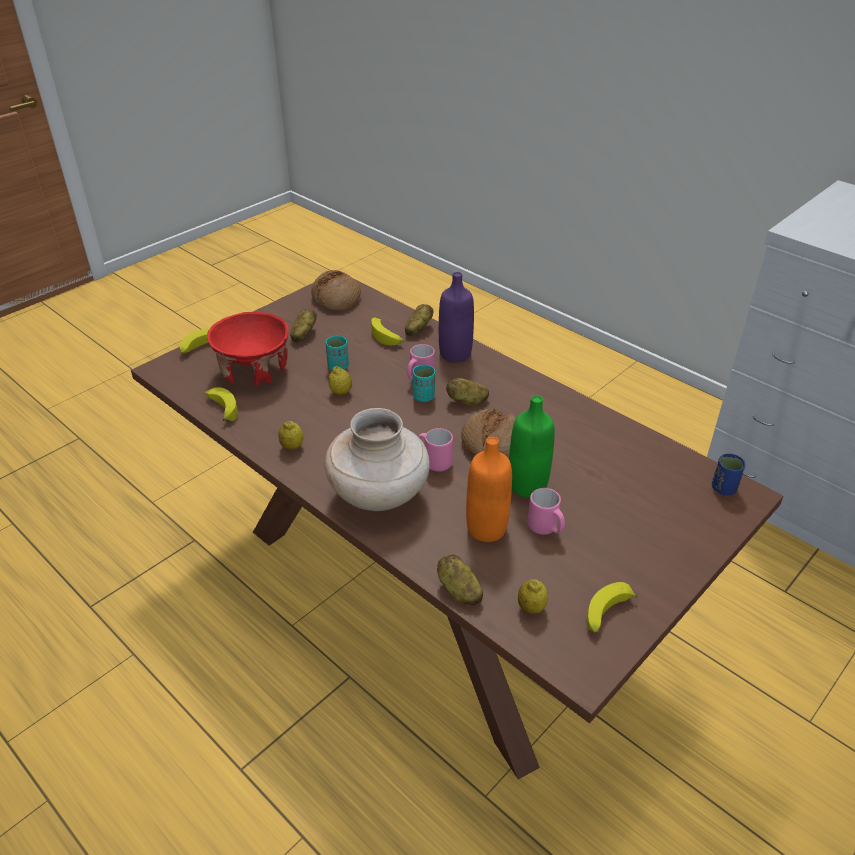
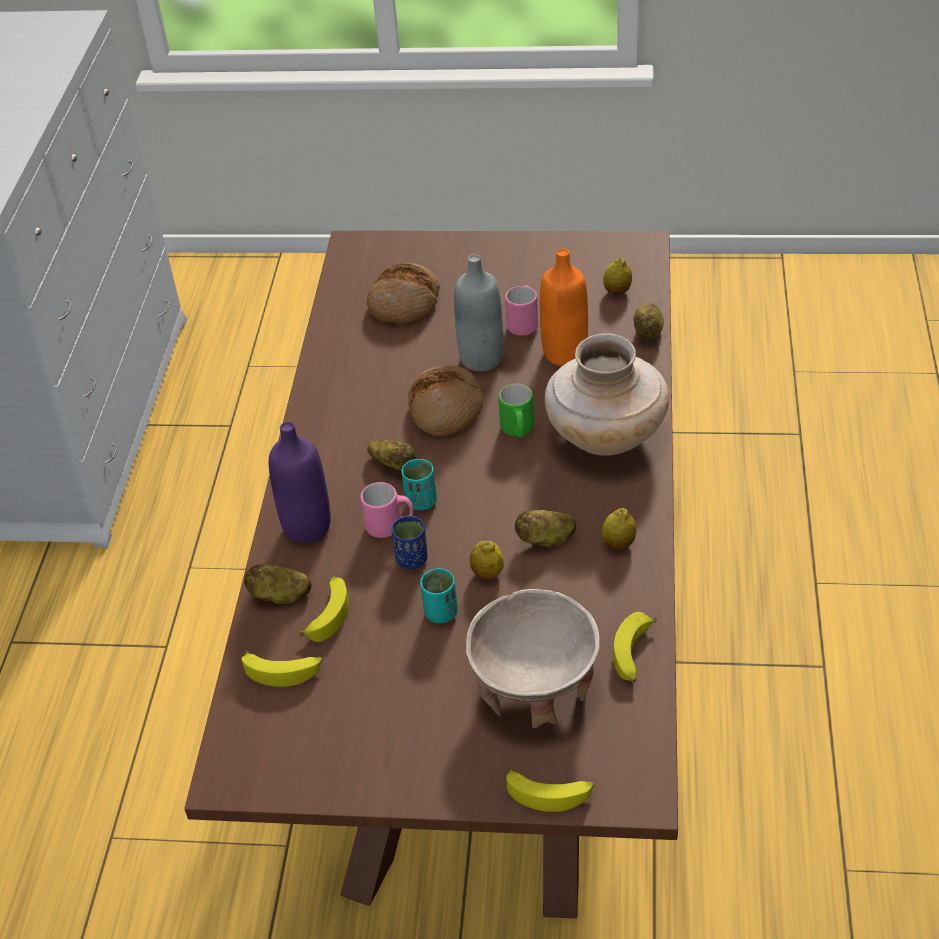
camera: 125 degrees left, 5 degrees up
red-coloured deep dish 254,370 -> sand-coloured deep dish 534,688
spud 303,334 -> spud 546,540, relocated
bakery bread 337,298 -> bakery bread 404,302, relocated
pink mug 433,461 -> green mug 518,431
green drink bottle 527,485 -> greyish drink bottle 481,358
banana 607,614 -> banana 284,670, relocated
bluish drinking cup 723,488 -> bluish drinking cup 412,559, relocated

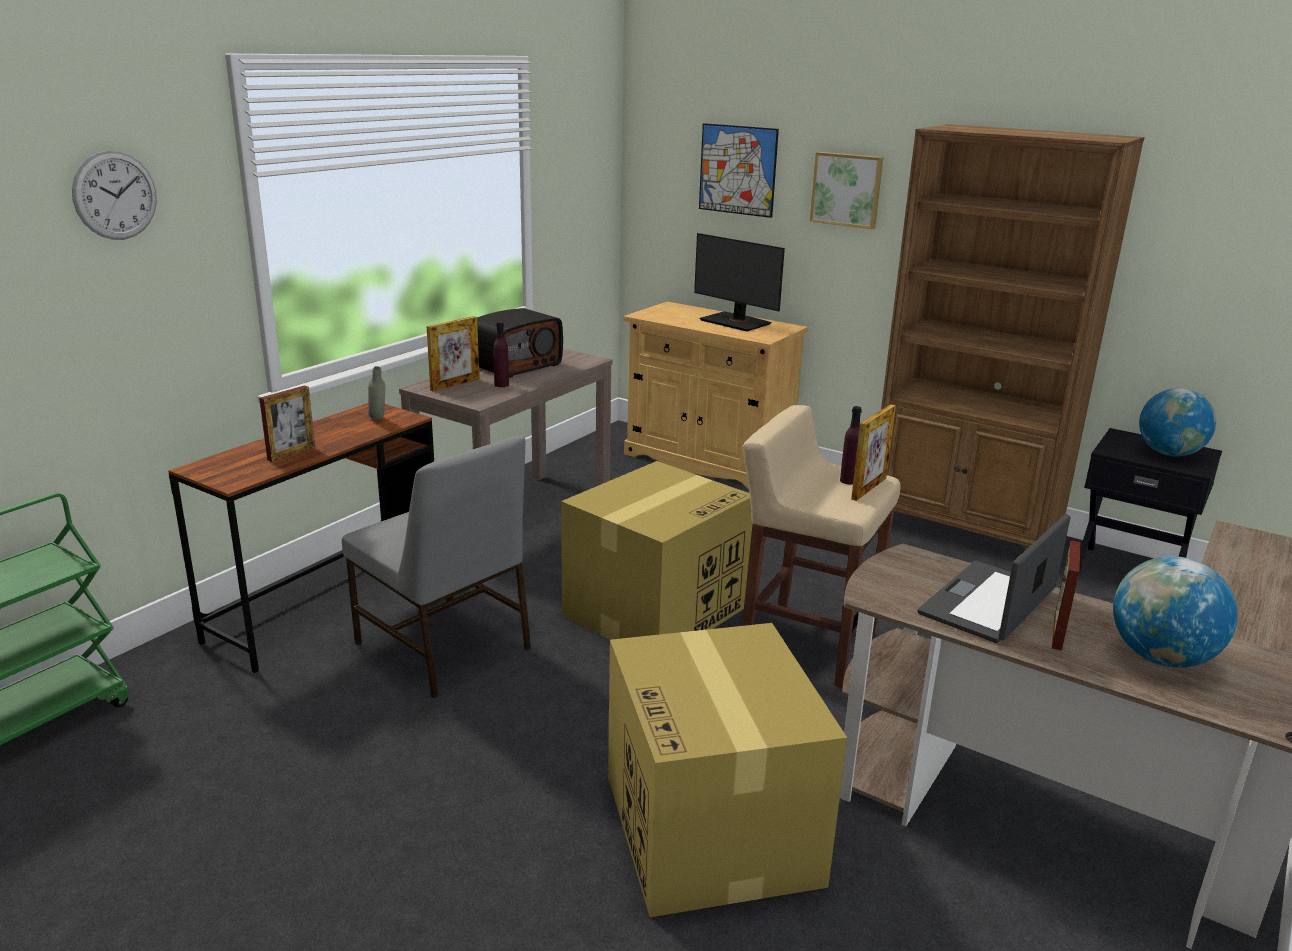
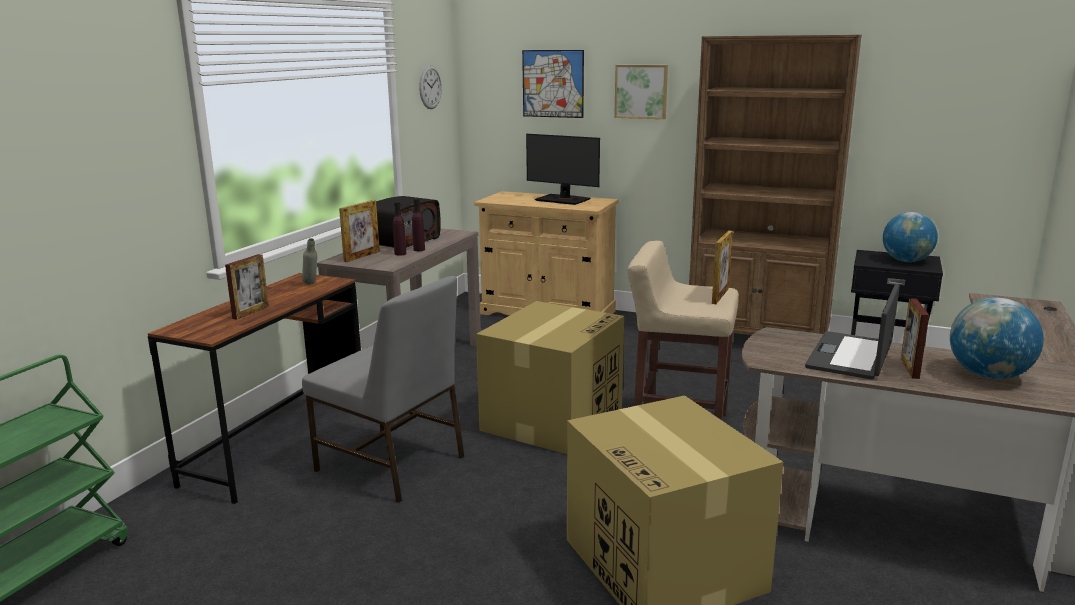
camera: 10 degrees left, 5 degrees down
clock on the wall 115,195 -> clock on the wall 430,87, relocated
purple-coloured drink bottle 848,481 -> purple-coloured drink bottle 419,249, relocated

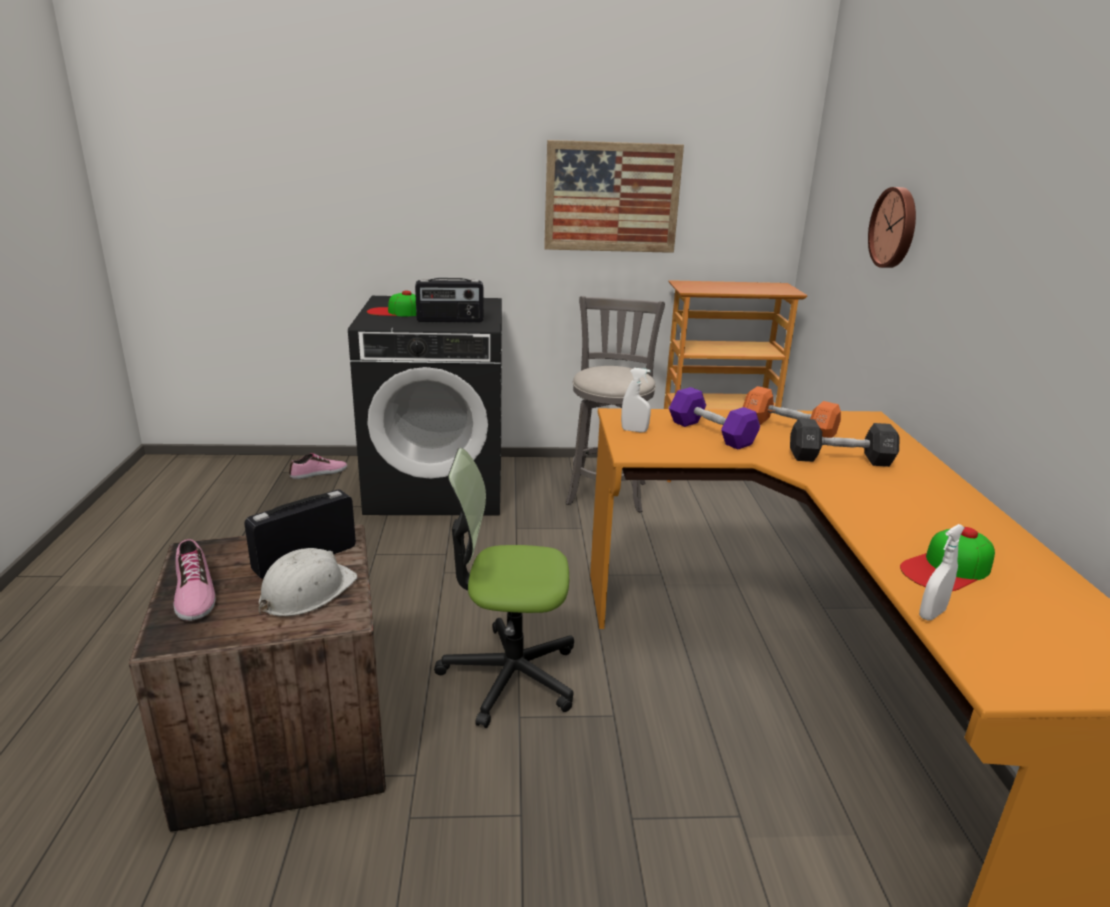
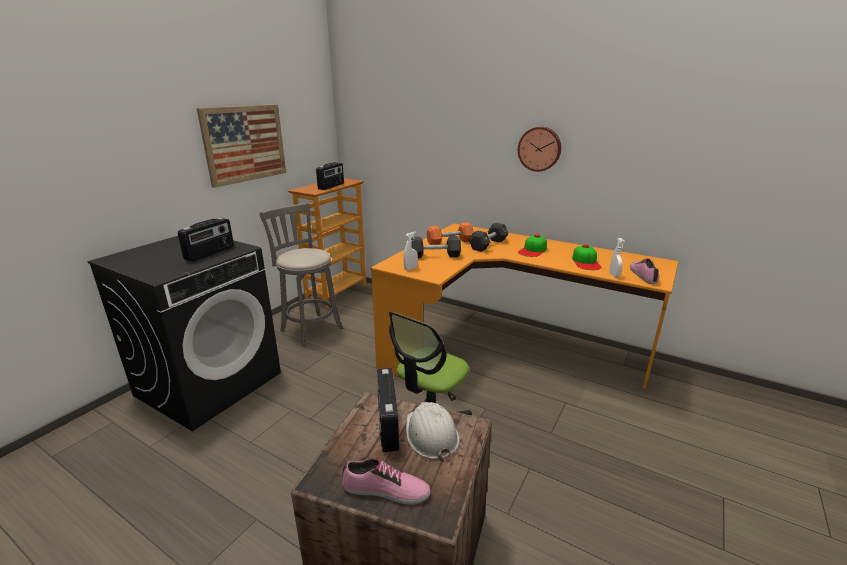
camera: 55 degrees left, 0 degrees up
item of footwear 319,473 -> item of footwear 643,275, relocated
baseball cap 395,312 -> baseball cap 533,250, relocated
purple-coloured free weight 711,433 -> black-coloured free weight 435,255
clock on the wall 895,228 -> clock on the wall 539,149, relocated
none -> radio set 331,186

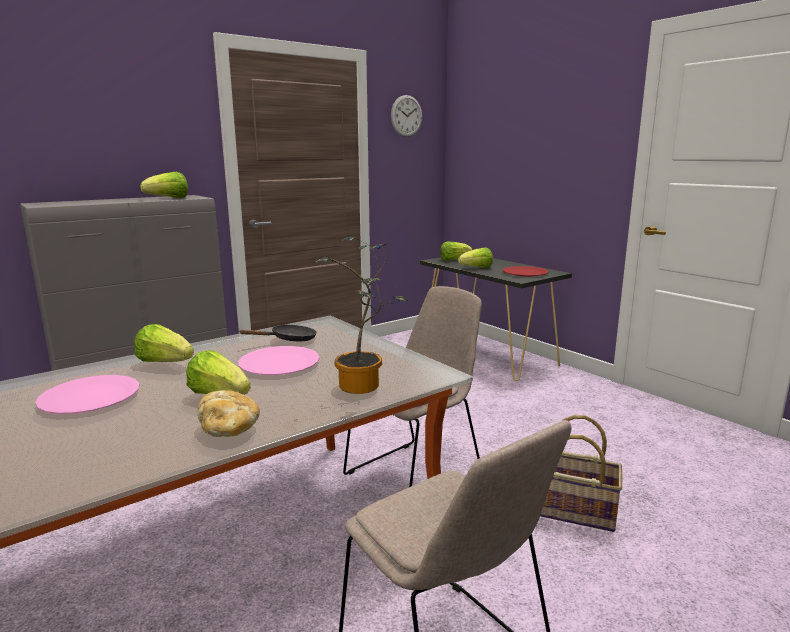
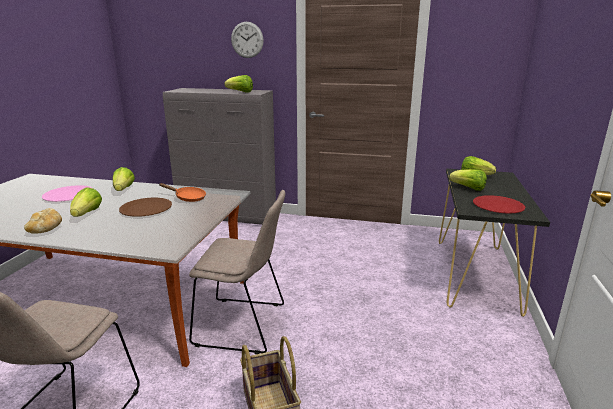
camera: 50 degrees right, 5 degrees up
pink dinner plate 279,363 -> brownish dinner plate 146,208
black-coloured skillet 289,340 -> orange-coloured skillet 187,198
potted plant 364,387 -> none
clock on the wall 406,116 -> clock on the wall 247,40, relocated

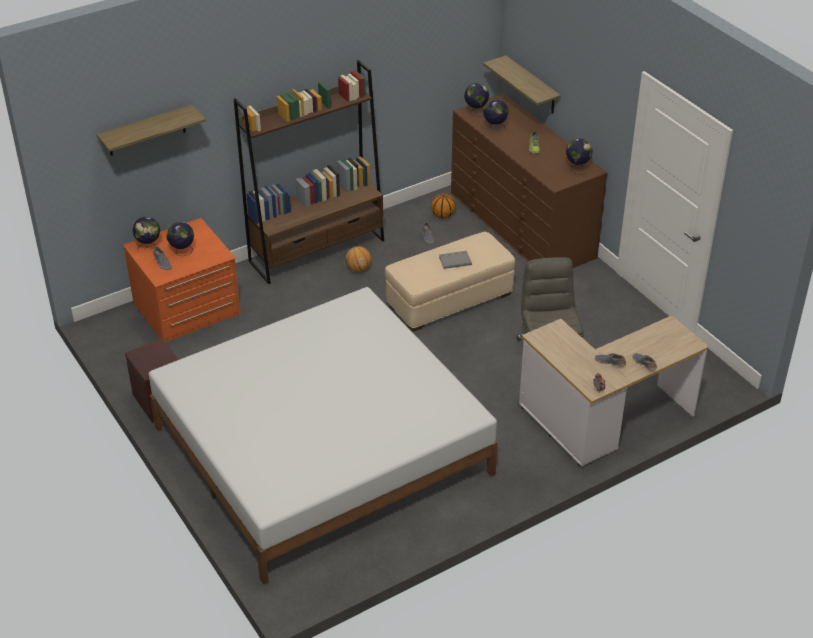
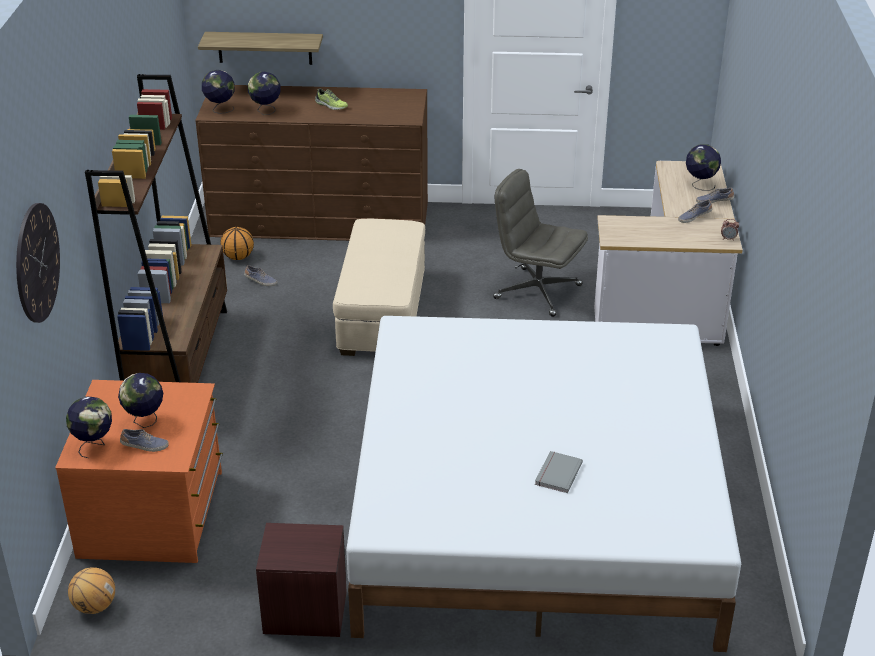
camera: 55 degrees left, 5 degrees down
bracket shelf 146,131 -> clock on the wall 37,262
basketball 358,269 -> basketball 94,606, relocated
greyish volume 454,260 -> greyish volume 557,473, relocated
desk globe 577,168 -> desk globe 700,185, relocated

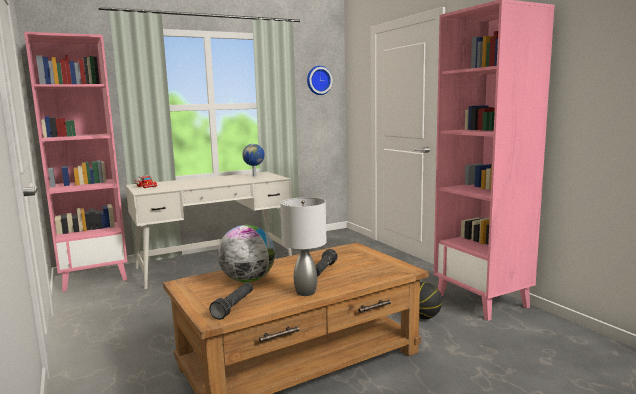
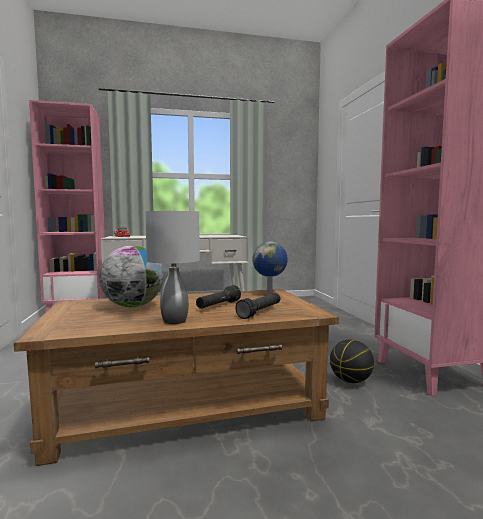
camera: 15 degrees right, 5 degrees down
black-coloured torch 234,306 -> black-coloured torch 260,312, relocated
desk globe 255,176 -> desk globe 270,292, relocated
clock on the wall 318,80 -> none

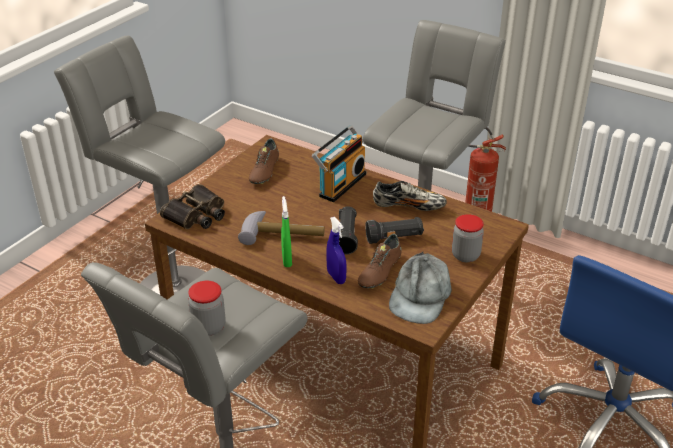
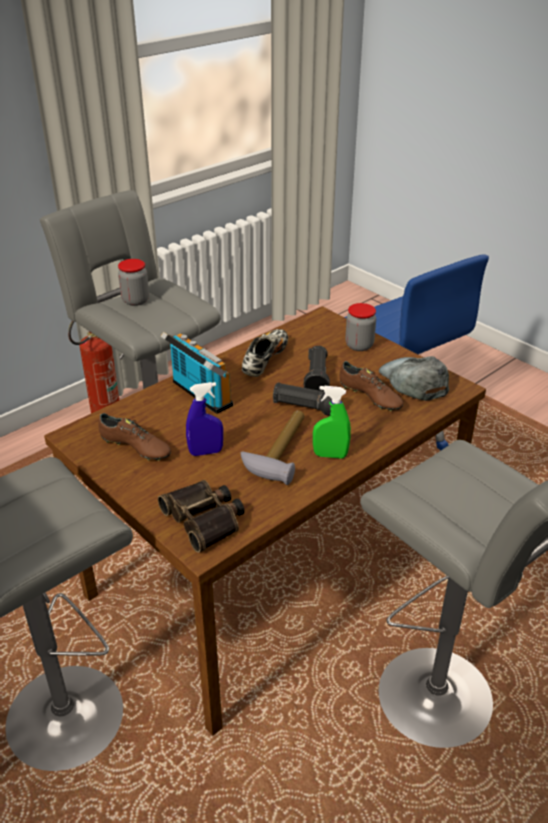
camera: 75 degrees left, 0 degrees up
storage jar 209,327 -> storage jar 135,300, relocated
bluish hand sprayer 336,277 -> bluish hand sprayer 206,452, relocated
greyish baseball cap 420,296 -> greyish baseball cap 413,381, 150 degrees counterclockwise

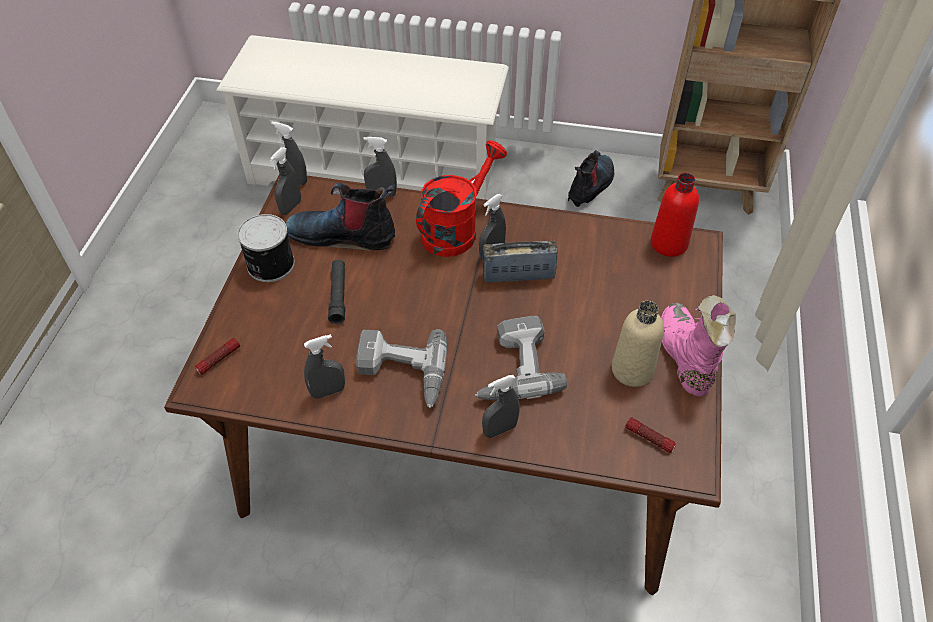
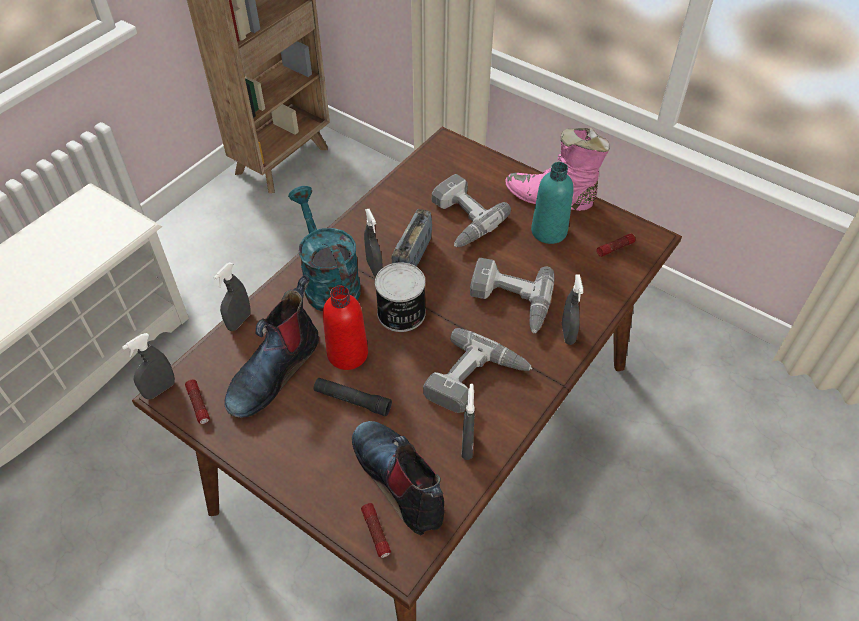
camera: 65 degrees left, 0 degrees up
can 269,265 -> can 401,314, relocated
greyish hand sprayer 290,207 -> torch 198,405
red-coloured sprinkling can 456,229 -> turquoise sprinkling can 328,281
high-top boot 591,186 -> high-top boot 401,480, relocated
sand-coloured drink bottle 632,370 -> turquoise drink bottle 549,231
red-coloured drink bottle 669,243 -> red-coloured drink bottle 347,354, relocated
none -> electric drill 460,219

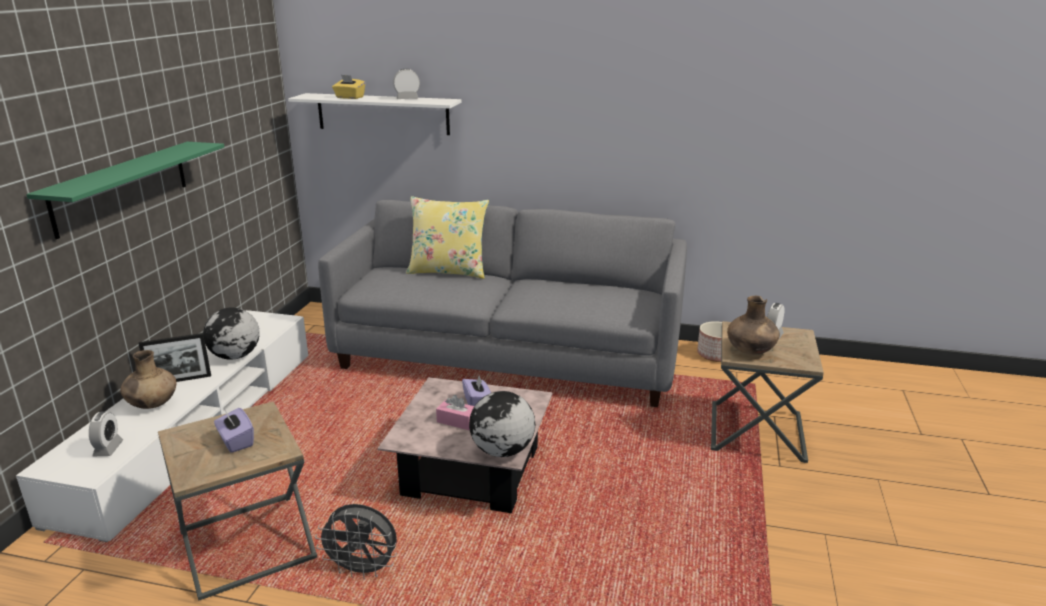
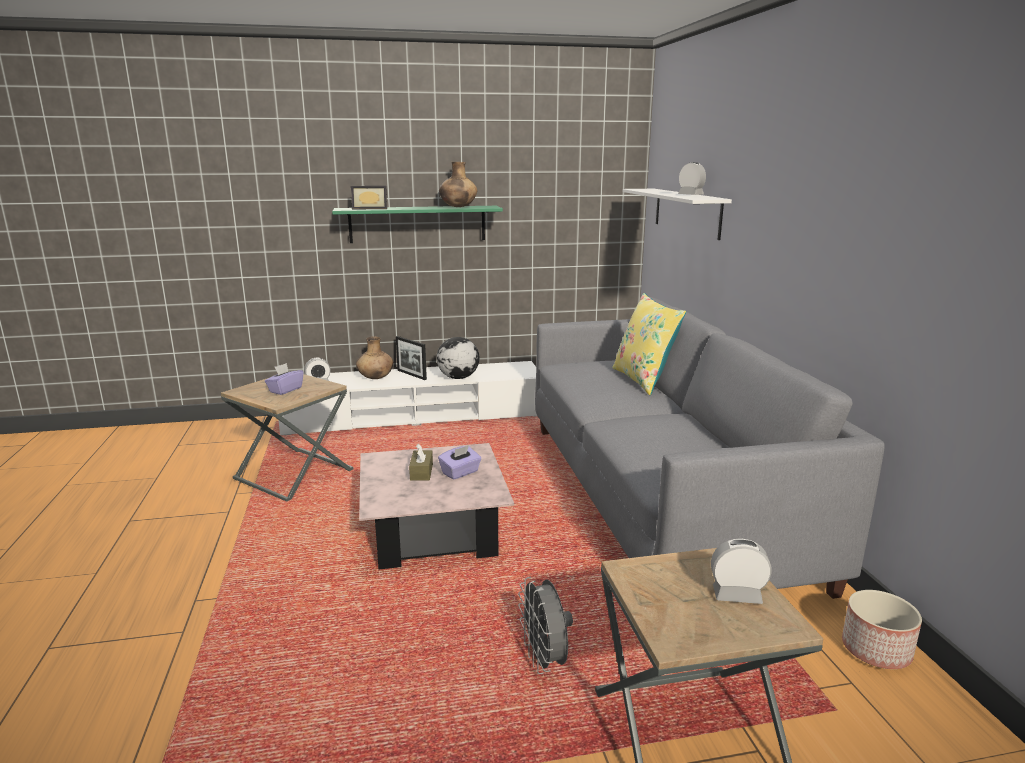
camera: 65 degrees right, 5 degrees down
greyish fan 363,570 -> greyish fan 545,661, relocated
yellowish tissue holder 349,97 -> none
pink tissue holder 457,421 -> brownish tissue holder 421,472
desk globe 501,451 -> none
brownish flower vase 750,352 -> brownish flower vase 458,207, relocated
none -> picture frame 370,208

